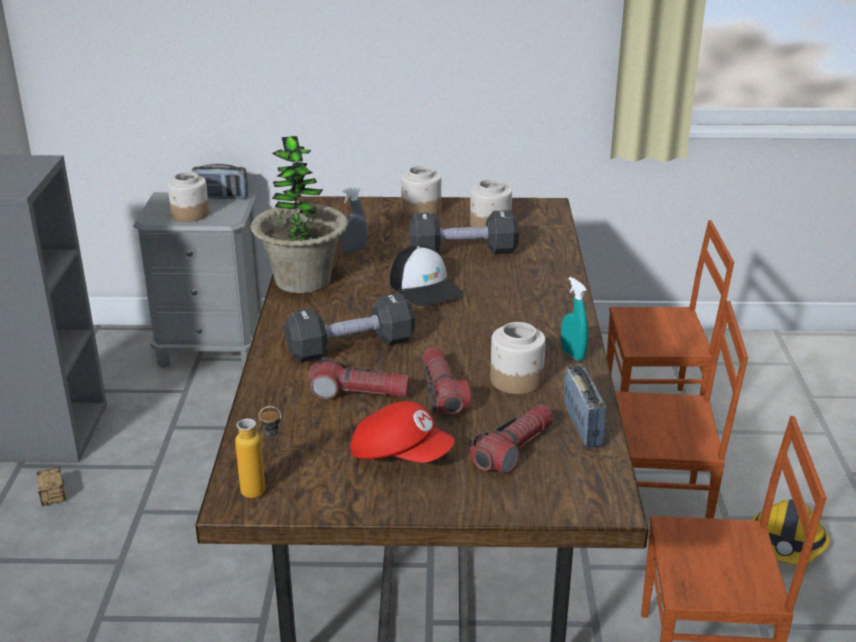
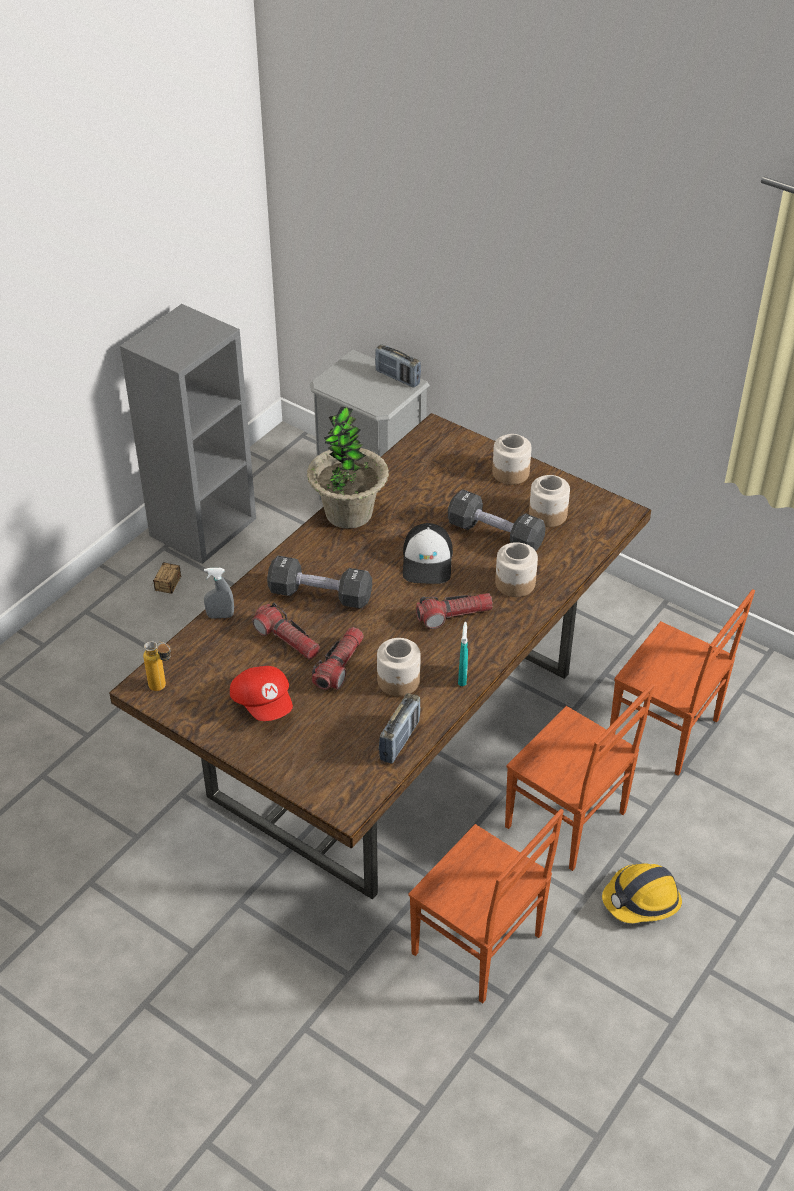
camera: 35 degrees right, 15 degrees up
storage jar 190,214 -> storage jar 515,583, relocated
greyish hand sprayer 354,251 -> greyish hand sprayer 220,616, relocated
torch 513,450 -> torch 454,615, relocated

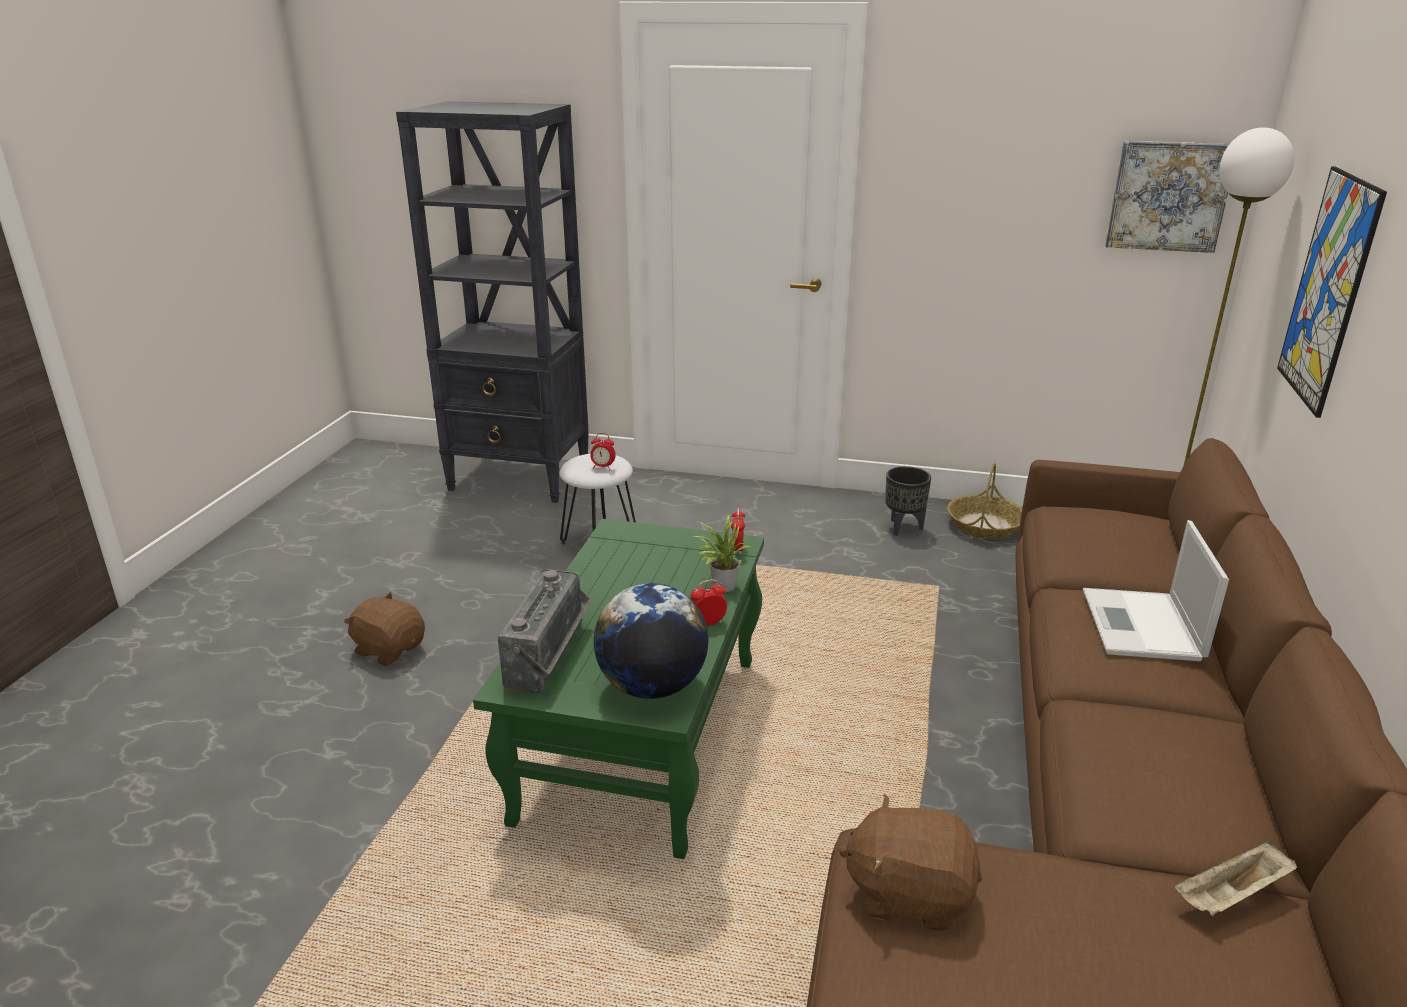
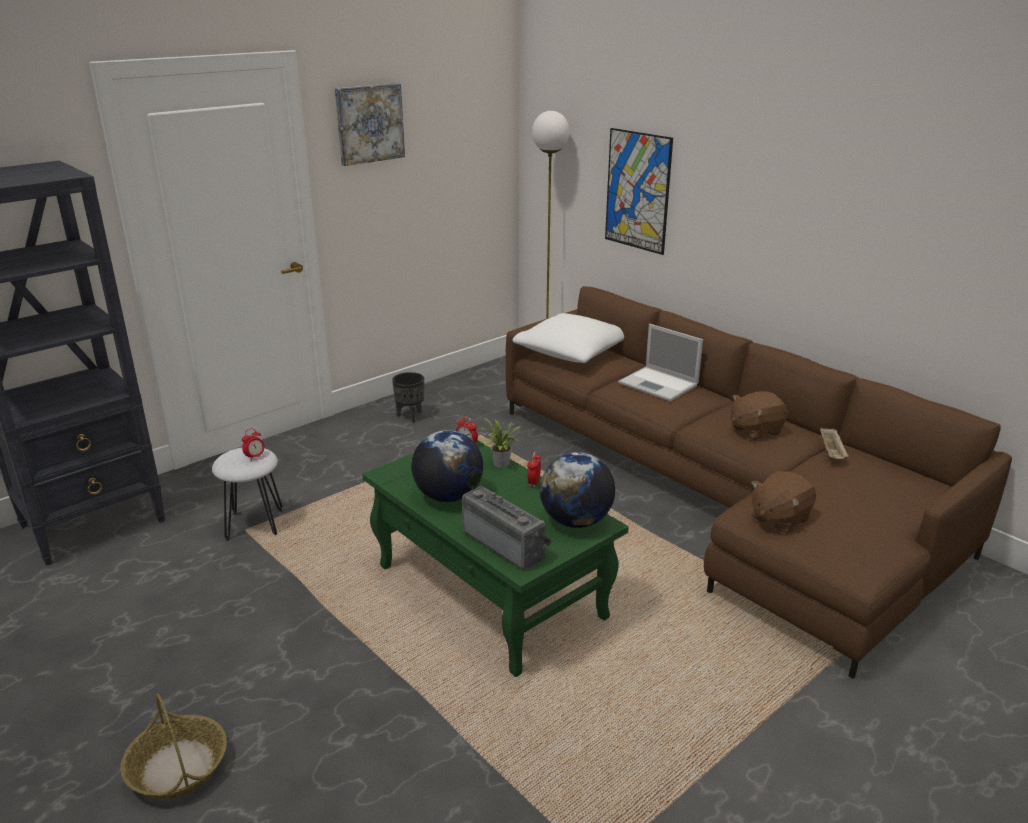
camera: 55 degrees left, 0 degrees up
brownish cuddly toy 389,649 -> brownish cuddly toy 755,430, relocated
household basket 984,525 -> household basket 177,767, relocated
wall art 1168,196 -> wall art 369,123, relocated
none -> desk globe 448,496
none -> white cushion 572,352

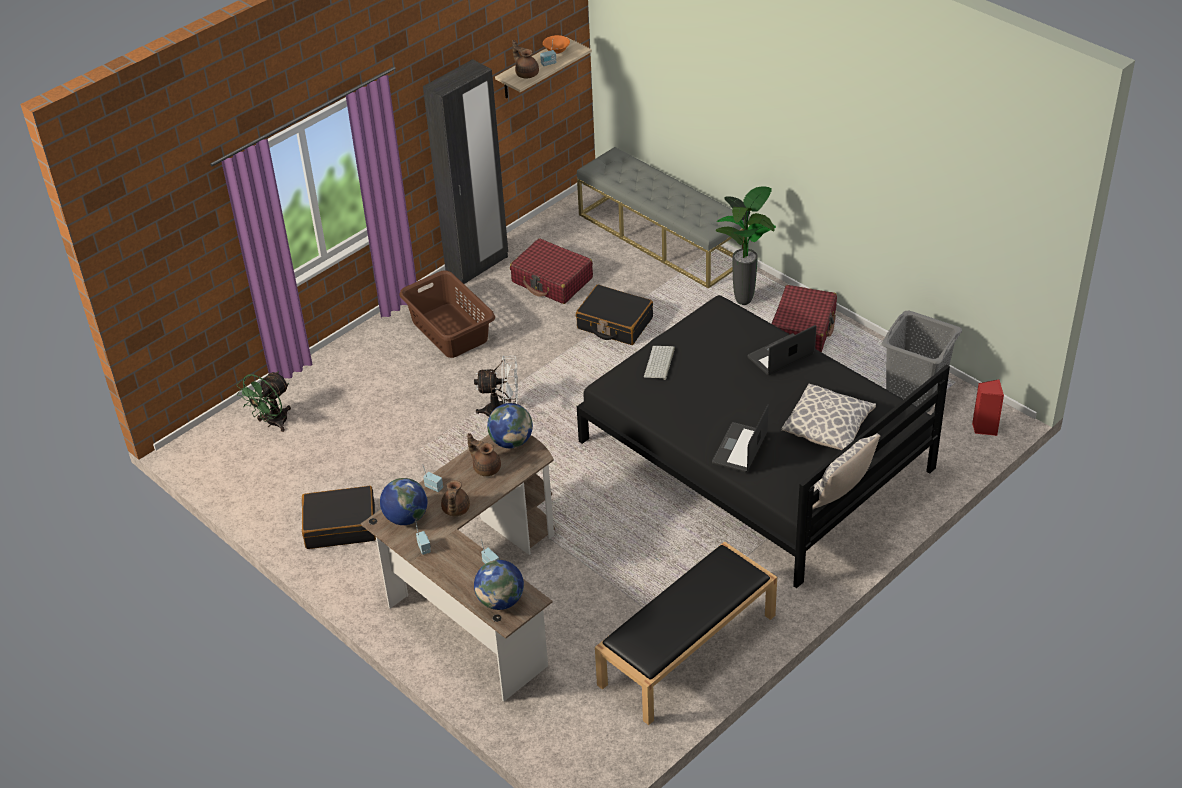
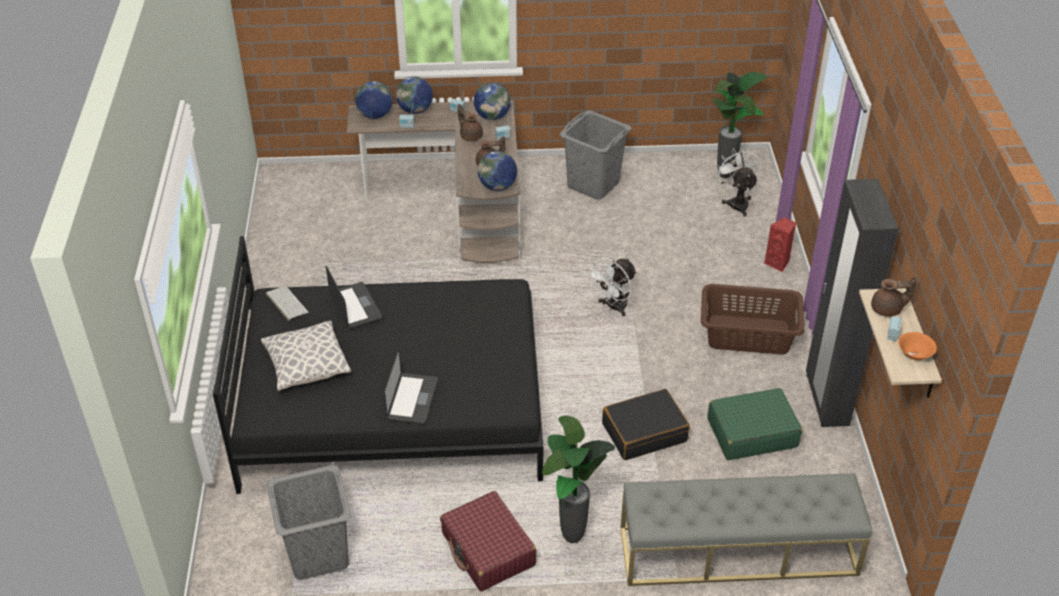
camera: 130 degrees right, 0 degrees up
green fan 272,423 -> white fan 737,202
black-coloured piece of luggage 340,525 -> greyish laundry basket 593,184
red-coloured piece of luggage 552,280 -> green piece of luggage 751,433
black-coloured bench 687,651 -> none
PC keyboard 660,363 -> PC keyboard 286,303, relocated
cushion 839,498 -> none
red-coloured loudspeaker 984,428 -> red-coloured loudspeaker 778,263, relocated
none -> desk globe 415,110
none -> potted plant 726,176

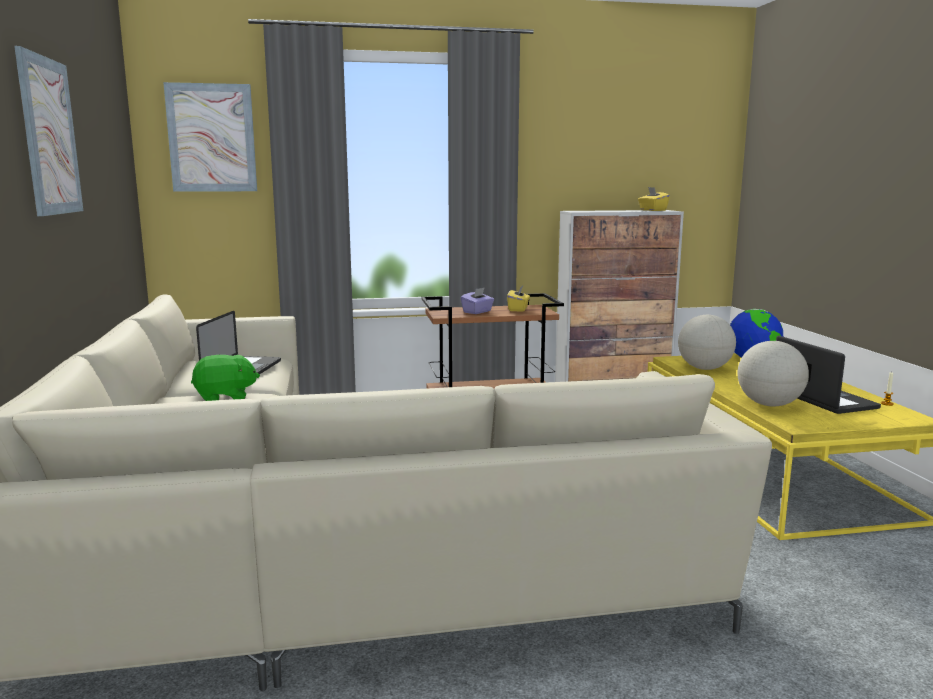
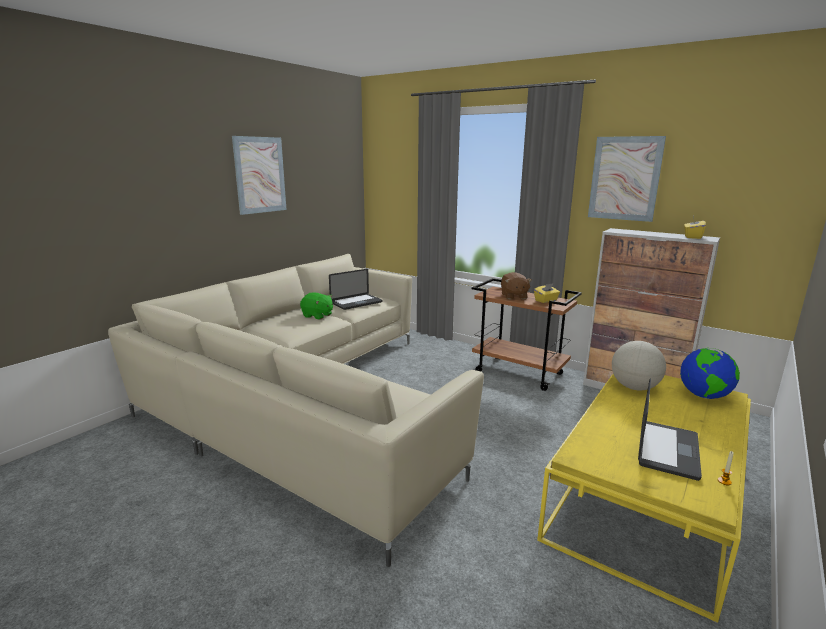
camera: 45 degrees right, 5 degrees up
wall art 211,138 -> wall art 624,178, relocated
purple-coloured tissue holder 477,312 -> brownish cuddly toy 513,296
desk globe 769,405 -> none

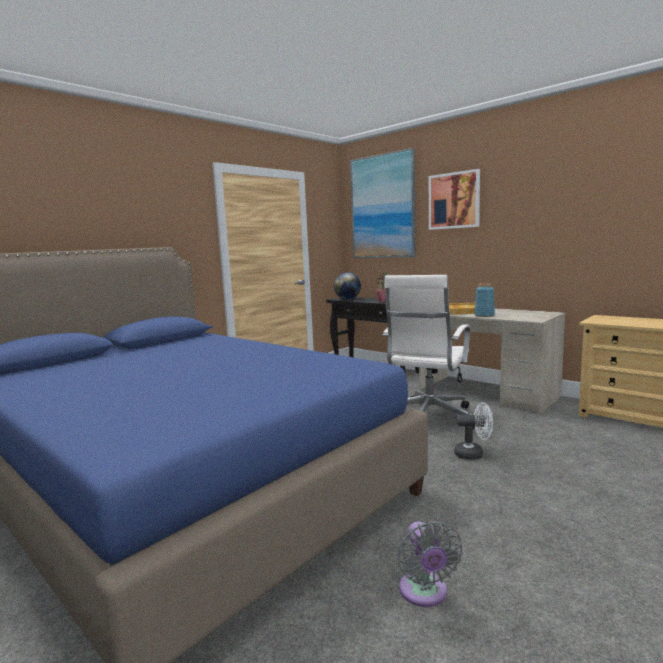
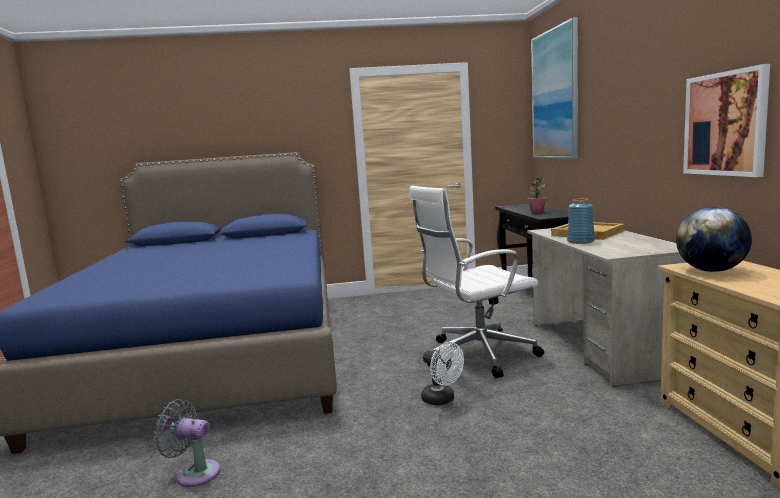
camera: 40 degrees right, 0 degrees up
desk globe 347,299 -> desk globe 711,271, relocated
greyish fan 424,593 -> greyish fan 194,473, 75 degrees clockwise
wall art 454,200 -> wall art 725,124, relocated

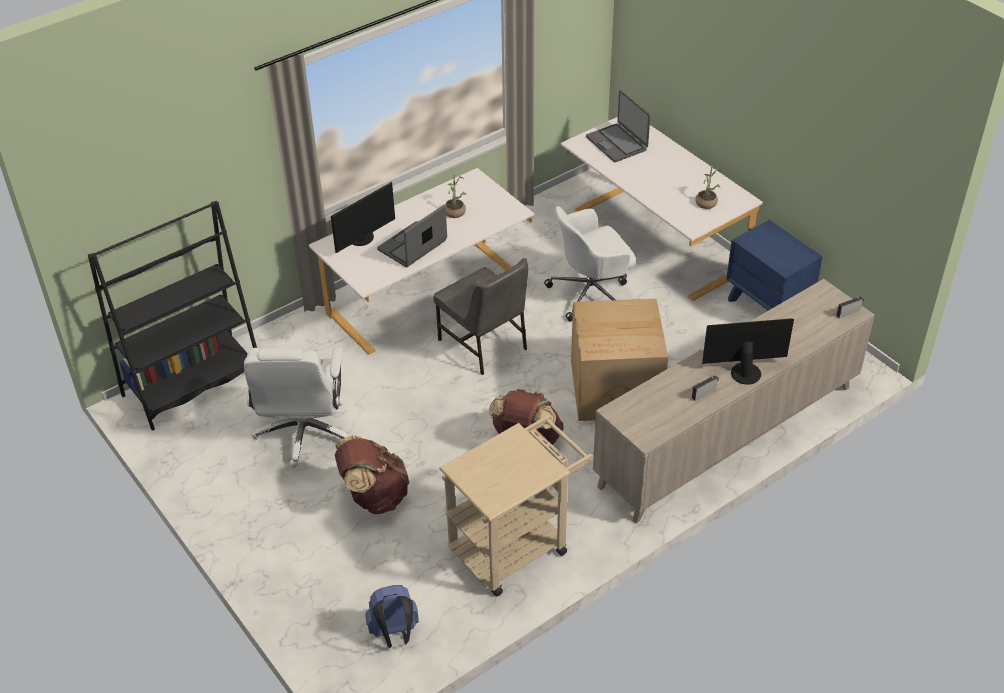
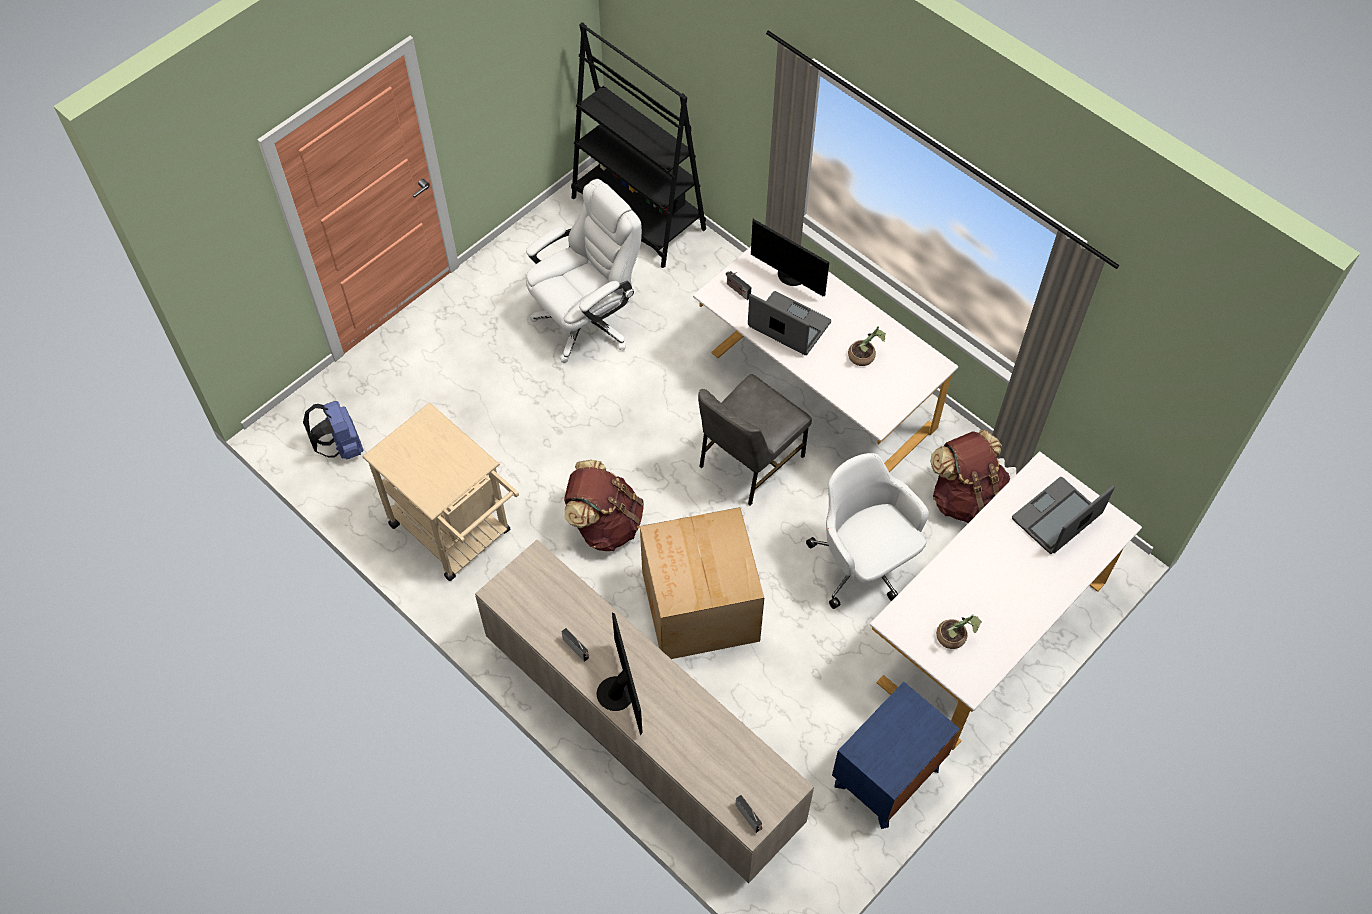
camera: 80 degrees right, 15 degrees up
white computer chair 303,432 -> white computer chair 587,320, 150 degrees clockwise
brownish knapsack 374,496 -> brownish knapsack 965,497, relocated
none -> radio set 737,290

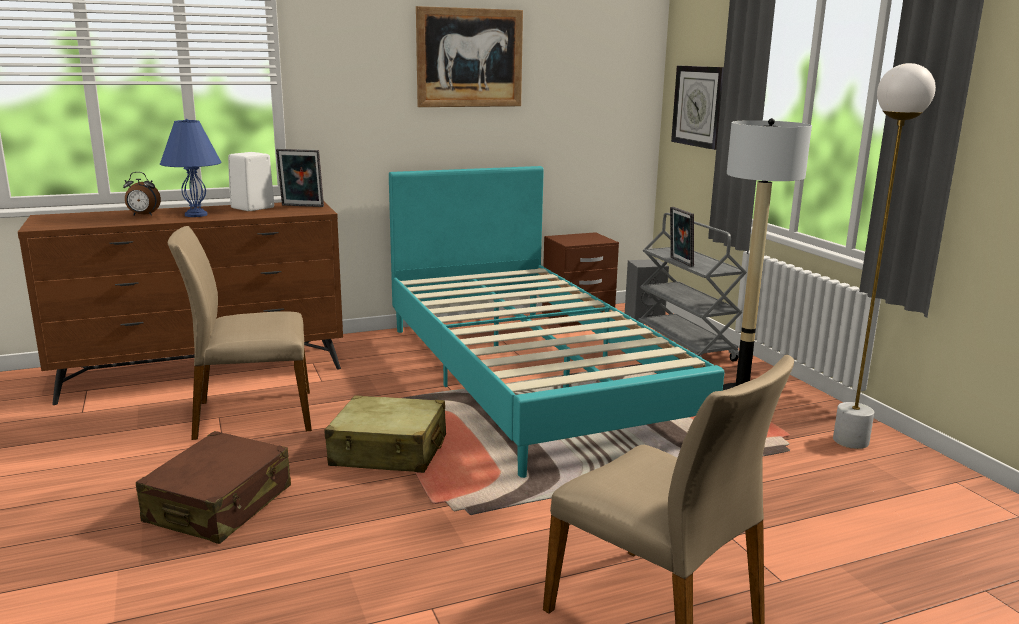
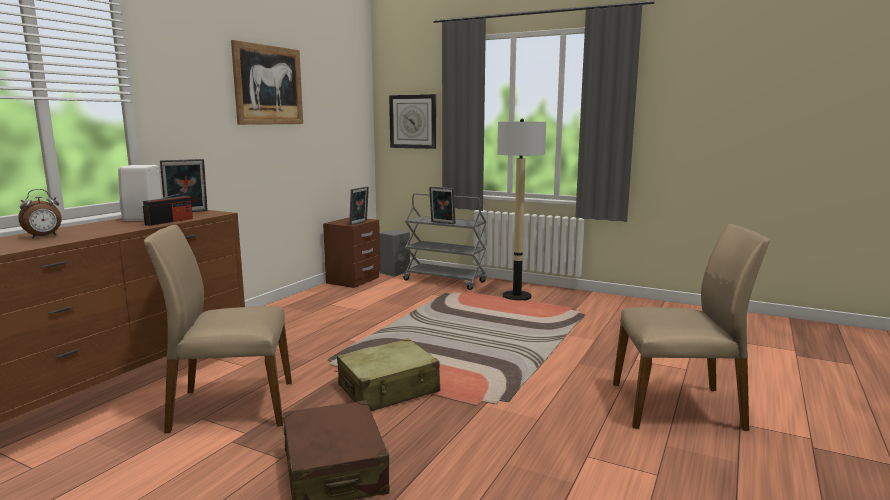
camera: 40 degrees left, 5 degrees down
bluish lamp for a table 196,215 -> none
sand-coloured plain chair 252,415 -> sand-coloured plain chair 231,406, 45 degrees clockwise
turquoise bedroom bed 528,377 -> none
white standing lamp 850,441 -> none
none -> radio set 169,221
none -> picture frame 359,223

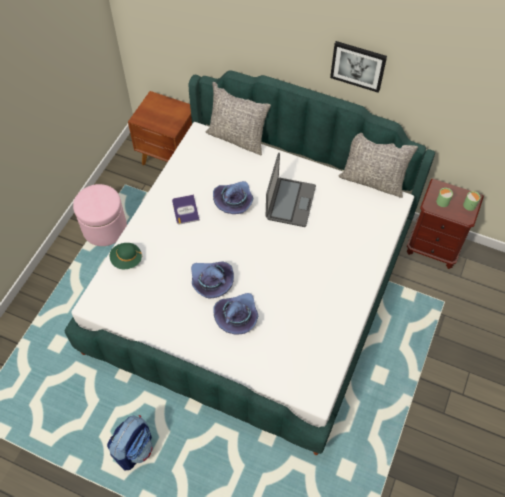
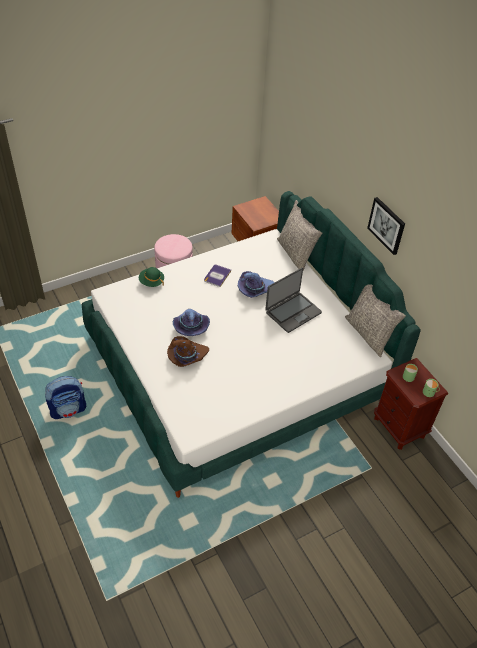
camera: 35 degrees right, 10 degrees down
purple-coloured wearable hat 237,316 -> brownish wearable hat 187,356

